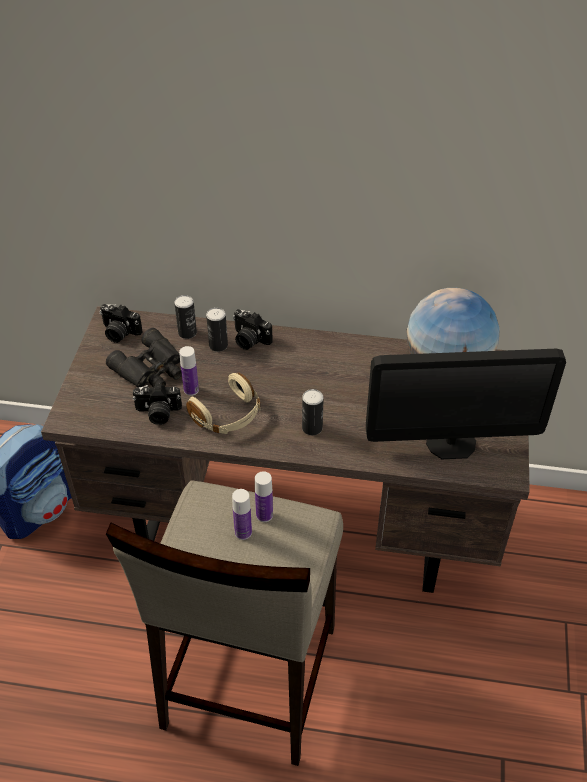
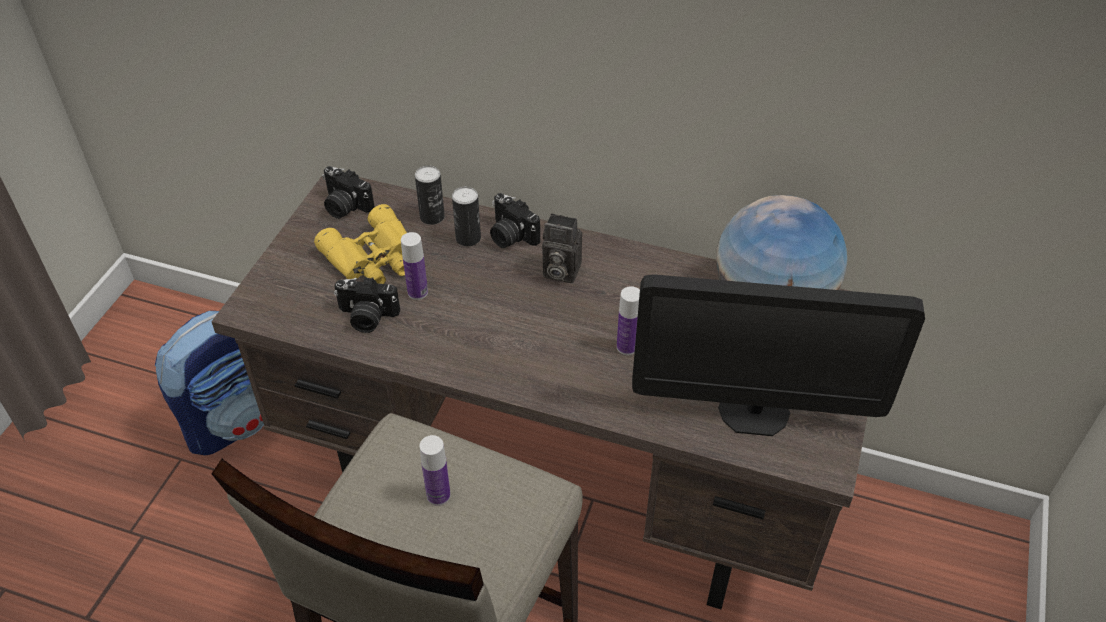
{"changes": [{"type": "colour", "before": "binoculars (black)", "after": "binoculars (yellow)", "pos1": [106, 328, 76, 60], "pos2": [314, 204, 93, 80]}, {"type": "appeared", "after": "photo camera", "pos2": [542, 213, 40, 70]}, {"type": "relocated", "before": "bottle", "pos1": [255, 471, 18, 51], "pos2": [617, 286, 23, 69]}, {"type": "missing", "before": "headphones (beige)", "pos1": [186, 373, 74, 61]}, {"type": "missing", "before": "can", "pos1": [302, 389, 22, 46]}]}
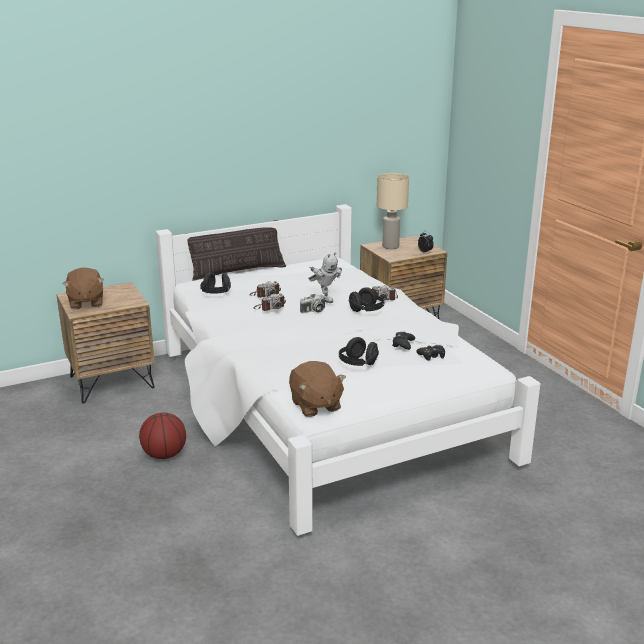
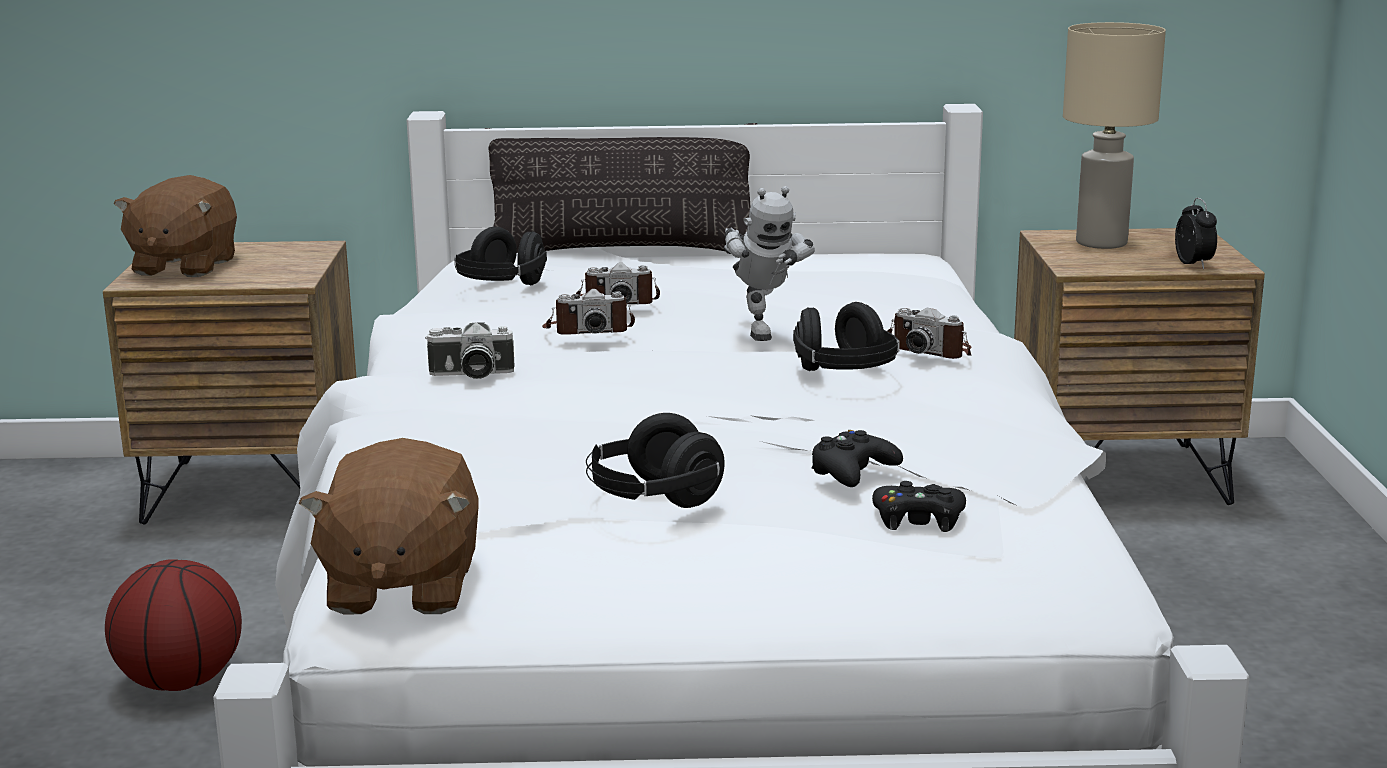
{"changes": [{"type": "relocated", "before": "photo camera", "pos1": [300, 294, 25, 20], "pos2": [425, 322, 90, 57]}]}
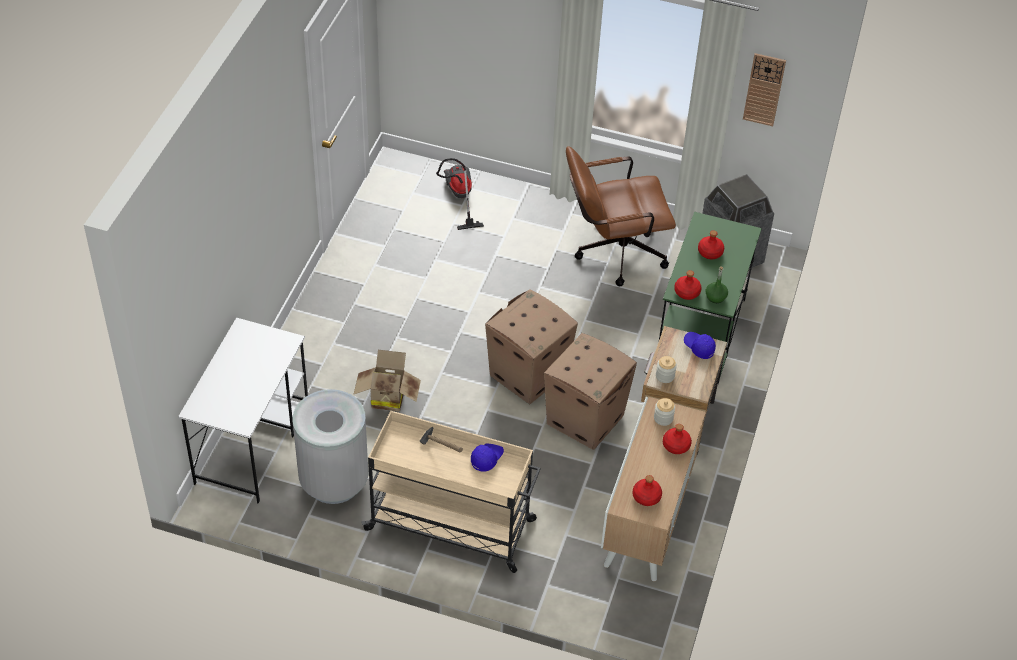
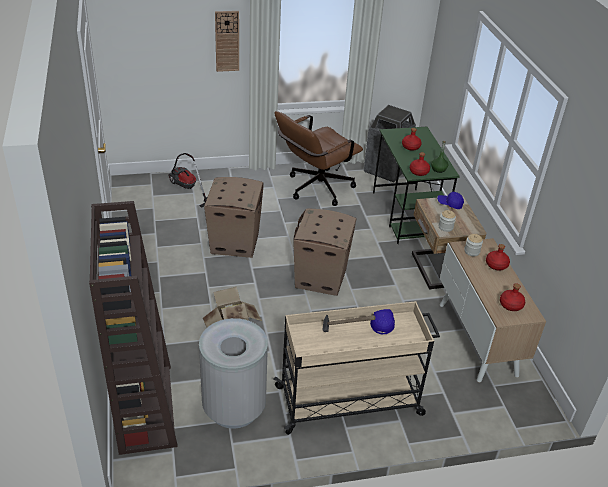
{"changes": [{"type": "exchanged", "before": "desk (white)", "after": "bookcase (brown)", "pos1": [178, 317, 130, 187], "pos2": [89, 201, 89, 254]}, {"type": "relocated", "before": "cardboard box", "pos1": [544, 333, 93, 117], "pos2": [204, 177, 59, 81]}, {"type": "relocated", "before": "wall clock", "pos1": [743, 53, 43, 73], "pos2": [215, 11, 24, 61]}]}
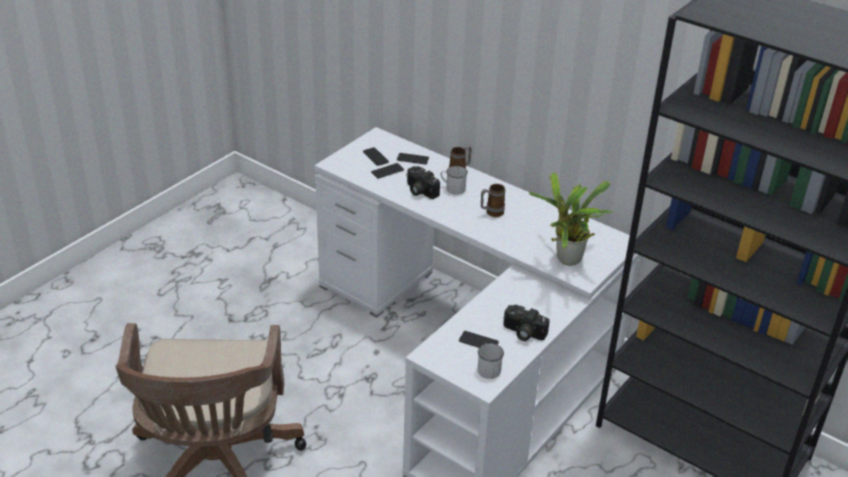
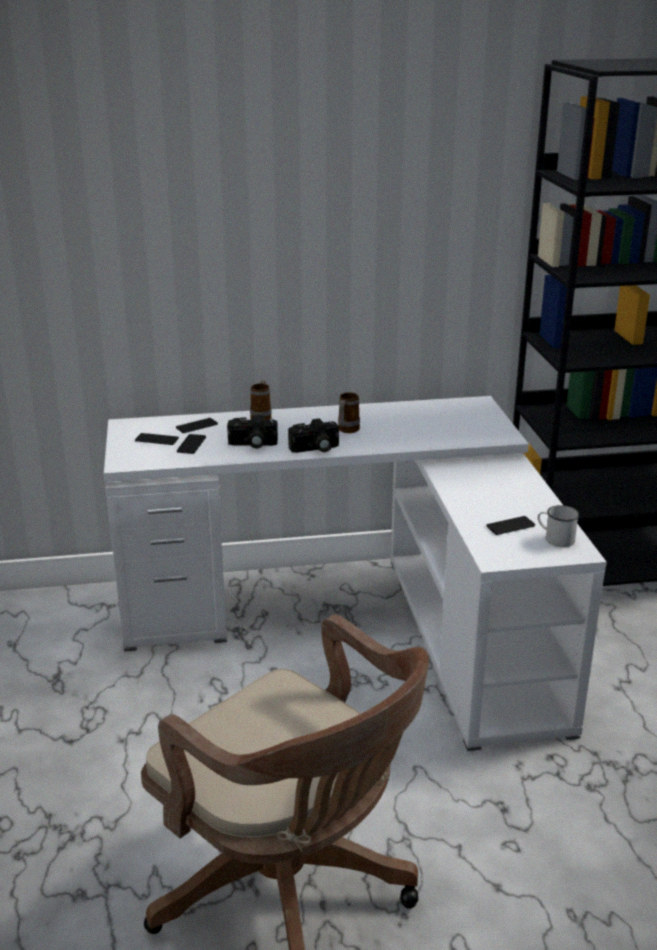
{"changes": [{"type": "relocated", "before": "photo camera", "pos1": [503, 305, 47, 36], "pos2": [288, 418, 51, 35]}, {"type": "missing", "before": "mug (white)", "pos1": [441, 166, 27, 29]}, {"type": "missing", "before": "potted plant", "pos1": [529, 172, 85, 94]}]}
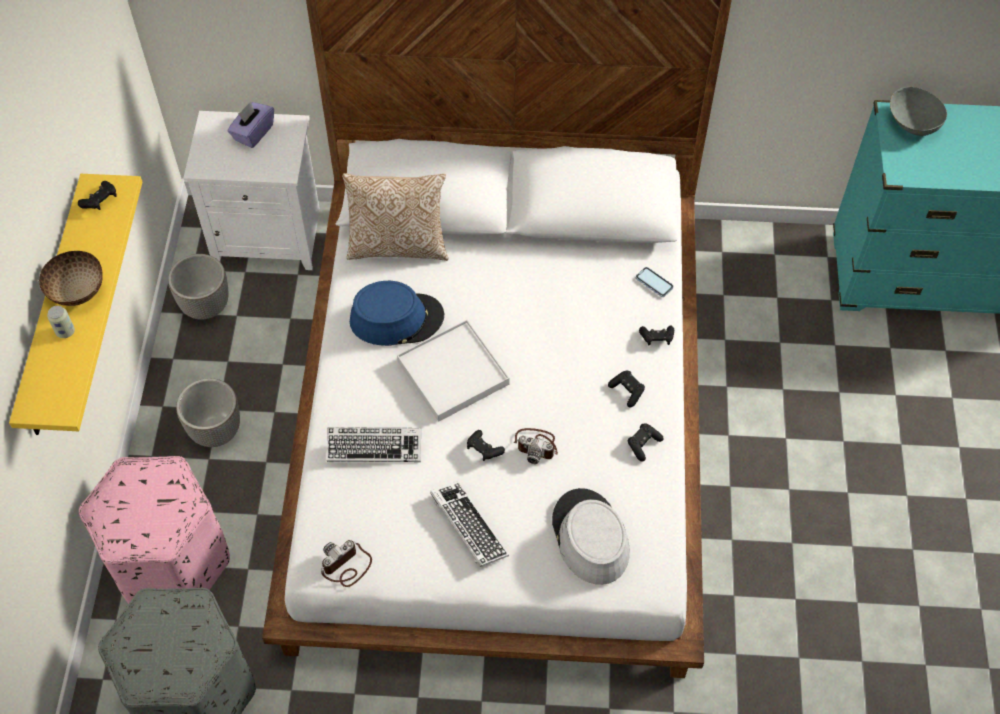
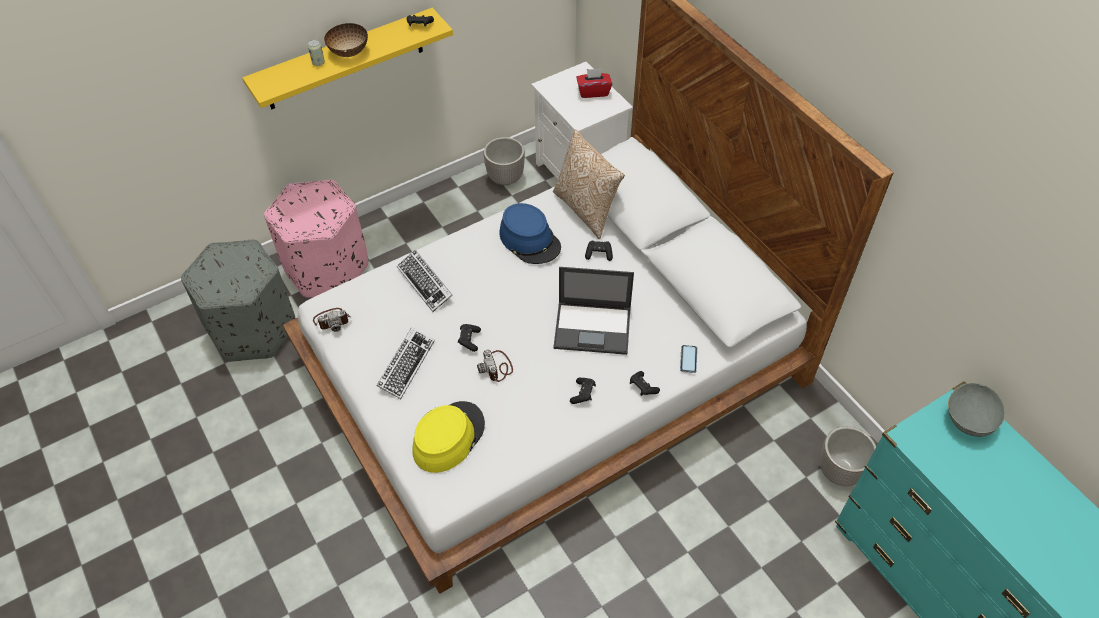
{"changes": [{"type": "spun", "before": "photo camera", "pos1": [321, 540, 51, 47], "pos2": [313, 308, 38, 24], "turn": 150}, {"type": "colour", "before": "hat (grey)", "after": "hat (yellow)", "pos1": [552, 488, 78, 97], "pos2": [412, 401, 73, 72]}, {"type": "appeared", "after": "laptop", "pos2": [553, 267, 81, 88]}, {"type": "colour", "before": "tissue box (purple)", "after": "tissue box (red)", "pos1": [227, 101, 47, 47], "pos2": [576, 69, 36, 29]}, {"type": "relocated", "before": "game controller (black)", "pos1": [627, 424, 36, 38], "pos2": [585, 241, 28, 20]}, {"type": "relocated", "before": "planter", "pos1": [176, 378, 64, 69], "pos2": [820, 426, 56, 60]}, {"type": "missing", "before": "tray (white)", "pos1": [397, 320, 112, 102]}]}
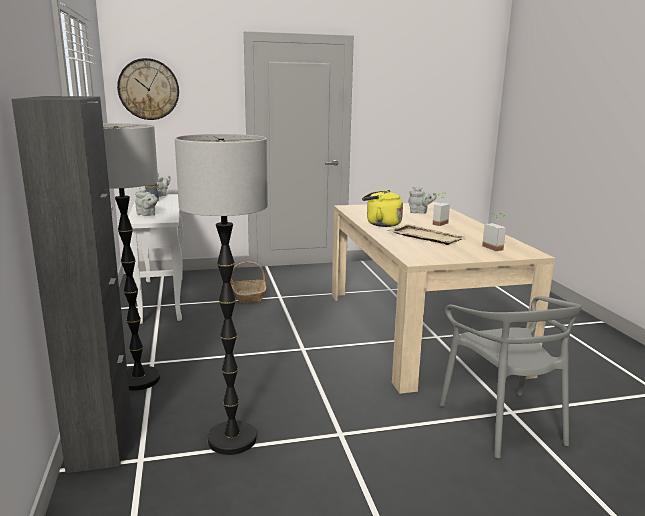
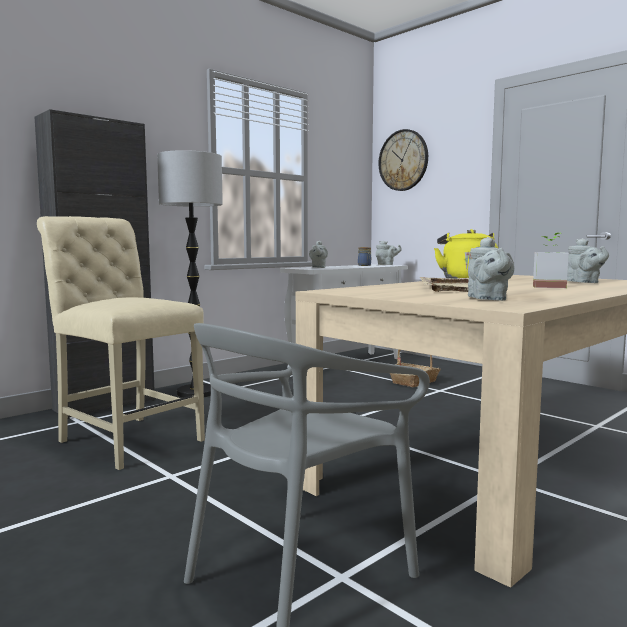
{"changes": [{"type": "exchanged", "before": "floor lamp", "after": "chair (beige)", "pos1": [175, 134, 93, 321], "pos2": [37, 216, 168, 254]}, {"type": "exchanged", "before": "potted plant", "after": "teapot (grey)", "pos1": [482, 213, 26, 38], "pos2": [468, 237, 46, 64]}]}
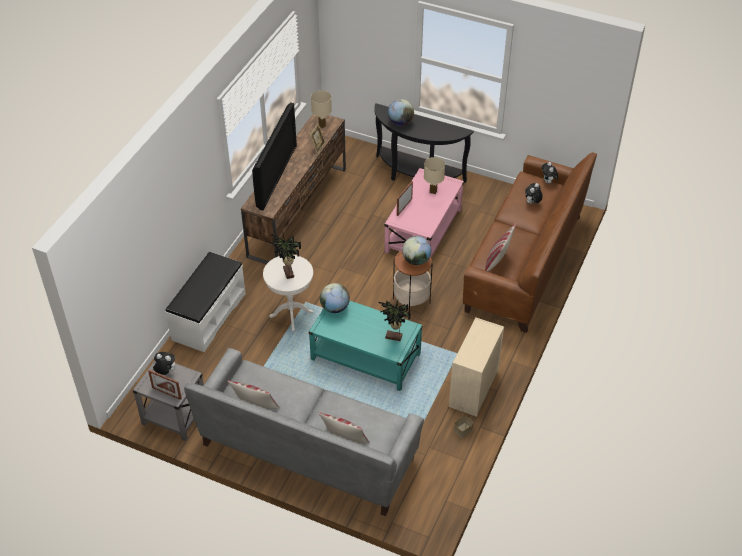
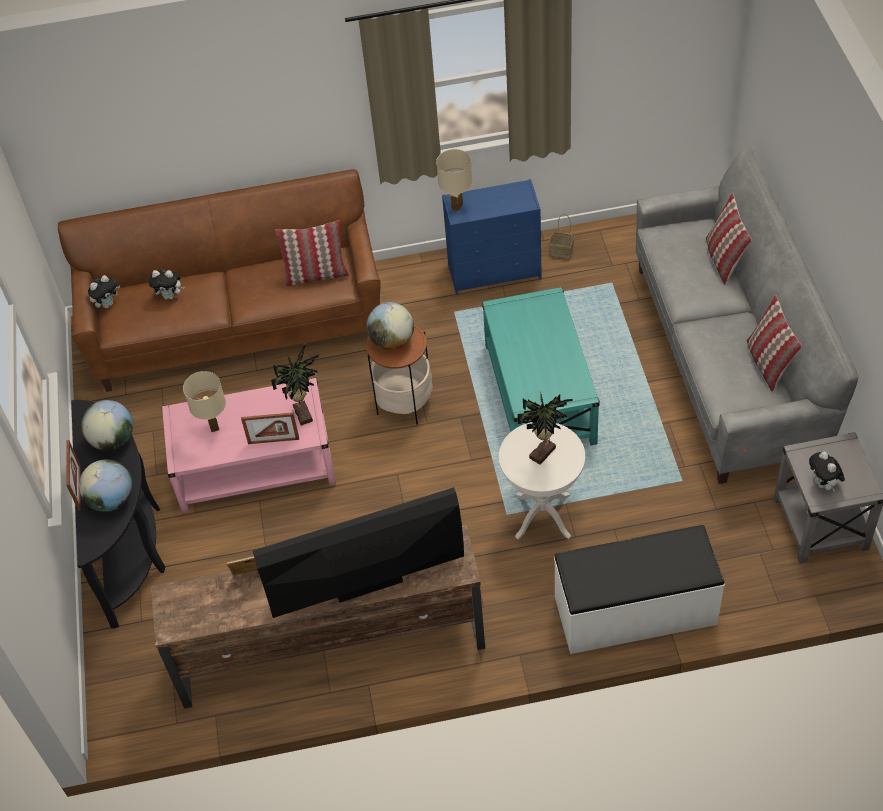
{"changes": [{"type": "relocated", "before": "picture frame", "pos1": [148, 370, 34, 30], "pos2": [66, 440, 15, 70]}, {"type": "relocated", "before": "globe", "pos1": [320, 283, 30, 30], "pos2": [81, 400, 52, 51]}, {"type": "relocated", "before": "potted plant", "pos1": [378, 300, 32, 41], "pos2": [271, 345, 48, 80]}, {"type": "relocated", "before": "table lamp (beige)", "pos1": [311, 90, 21, 38], "pos2": [436, 149, 36, 62]}, {"type": "colour", "before": "dresser (beige)", "after": "dresser (blue)", "pos1": [449, 317, 55, 100], "pos2": [442, 179, 100, 116]}]}
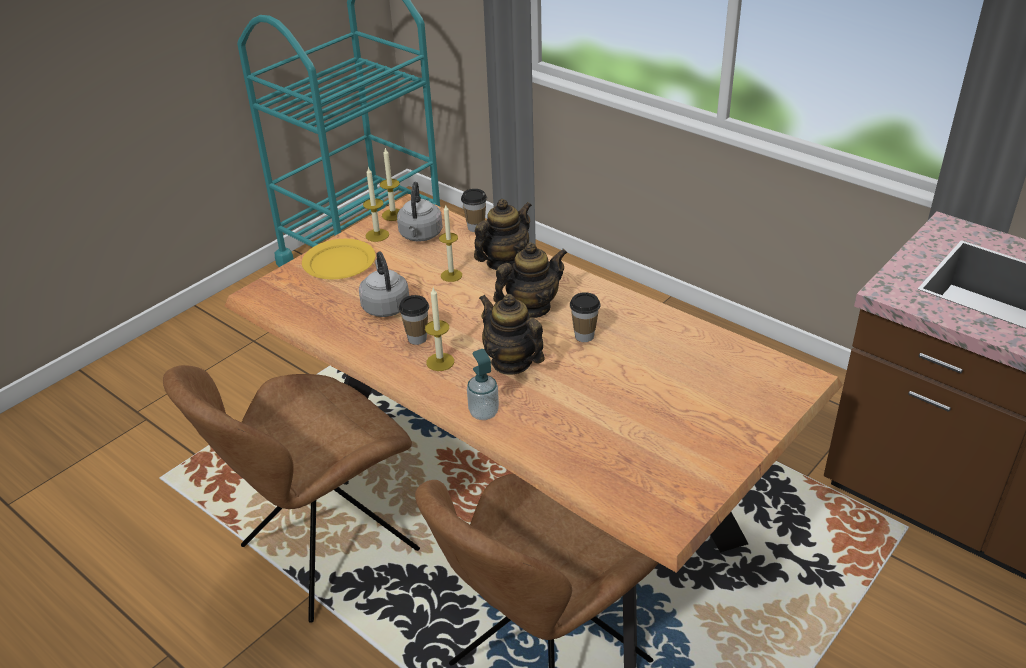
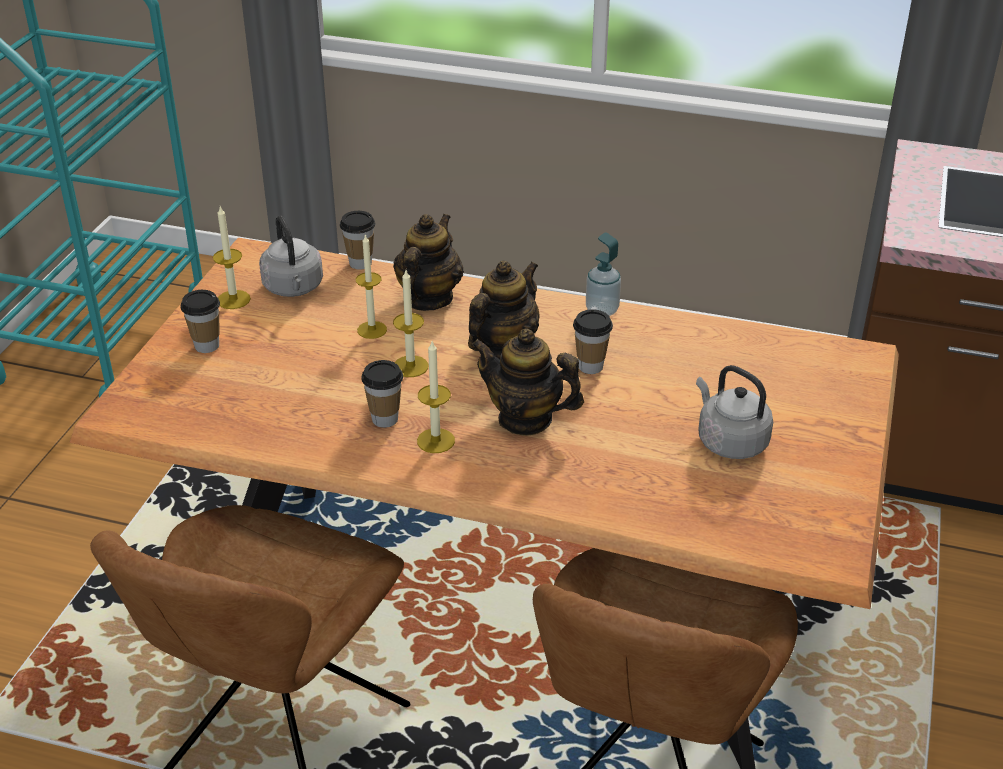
{"changes": [{"type": "exchanged", "before": "plate (yellow)", "after": "cup", "pos1": [302, 239, 74, 40], "pos2": [181, 290, 39, 63]}, {"type": "relocated", "before": "candle", "pos1": [380, 148, 20, 73], "pos2": [393, 270, 36, 107]}, {"type": "relocated", "before": "soap dispenser", "pos1": [467, 349, 32, 71], "pos2": [586, 232, 35, 84]}, {"type": "relocated", "before": "kettle (grey)", "pos1": [359, 251, 50, 66], "pos2": [696, 365, 77, 94]}]}
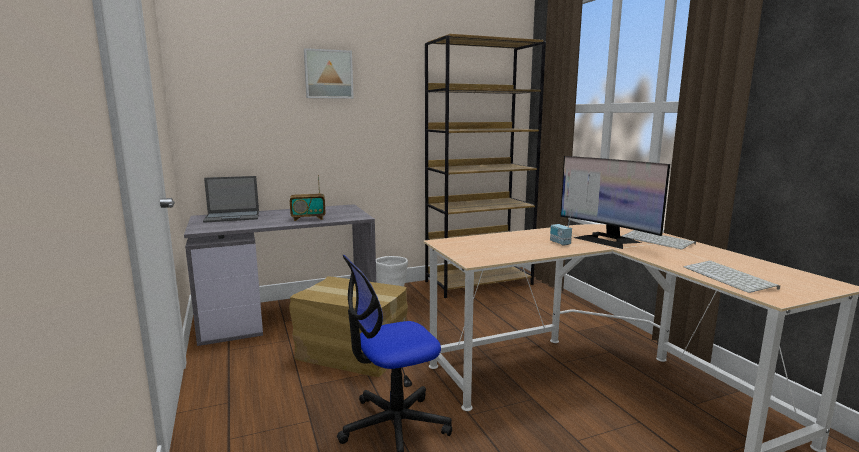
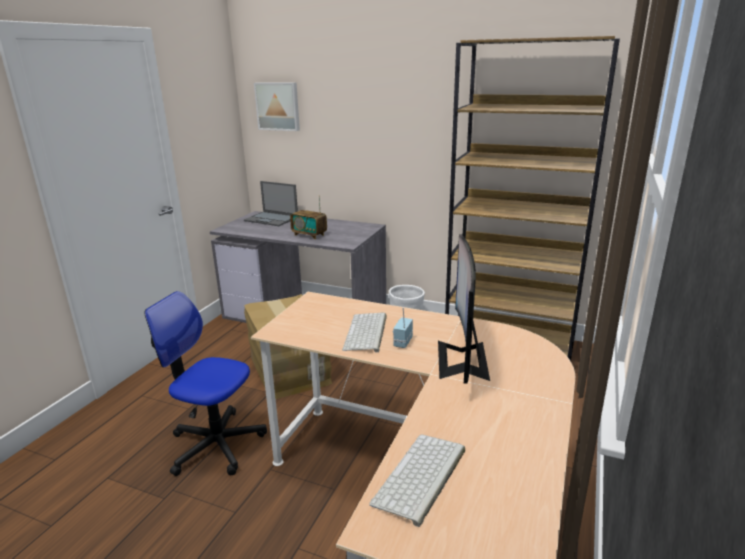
{"changes": [{"type": "relocated", "before": "picture", "pos1": [304, 48, 50, 51], "pos2": [254, 82, 46, 49]}, {"type": "relocated", "before": "keyboard", "pos1": [622, 230, 74, 19], "pos2": [342, 313, 45, 40]}]}
